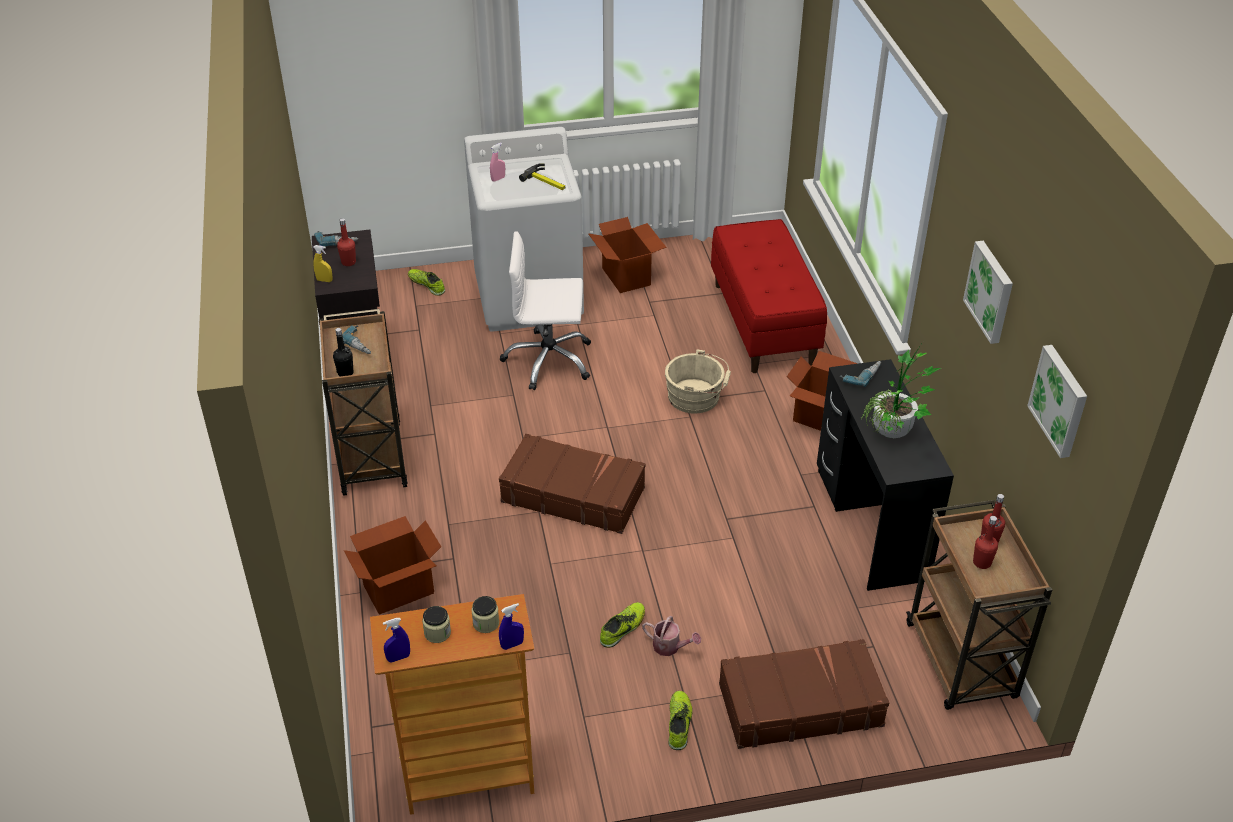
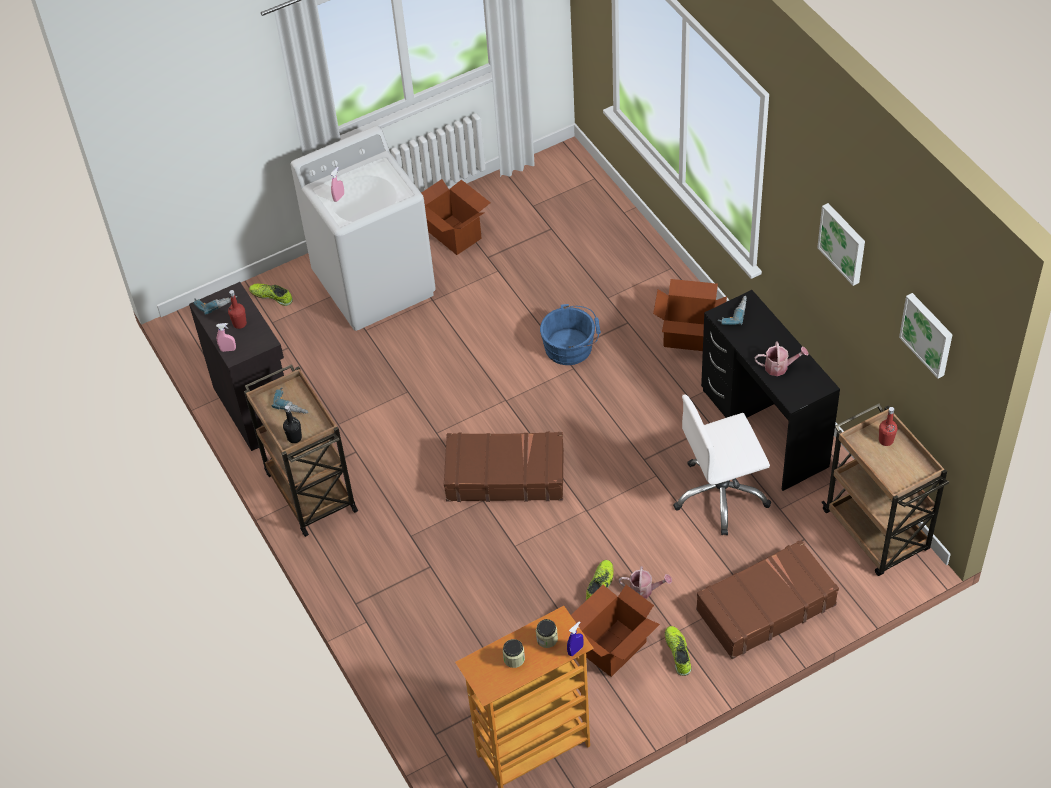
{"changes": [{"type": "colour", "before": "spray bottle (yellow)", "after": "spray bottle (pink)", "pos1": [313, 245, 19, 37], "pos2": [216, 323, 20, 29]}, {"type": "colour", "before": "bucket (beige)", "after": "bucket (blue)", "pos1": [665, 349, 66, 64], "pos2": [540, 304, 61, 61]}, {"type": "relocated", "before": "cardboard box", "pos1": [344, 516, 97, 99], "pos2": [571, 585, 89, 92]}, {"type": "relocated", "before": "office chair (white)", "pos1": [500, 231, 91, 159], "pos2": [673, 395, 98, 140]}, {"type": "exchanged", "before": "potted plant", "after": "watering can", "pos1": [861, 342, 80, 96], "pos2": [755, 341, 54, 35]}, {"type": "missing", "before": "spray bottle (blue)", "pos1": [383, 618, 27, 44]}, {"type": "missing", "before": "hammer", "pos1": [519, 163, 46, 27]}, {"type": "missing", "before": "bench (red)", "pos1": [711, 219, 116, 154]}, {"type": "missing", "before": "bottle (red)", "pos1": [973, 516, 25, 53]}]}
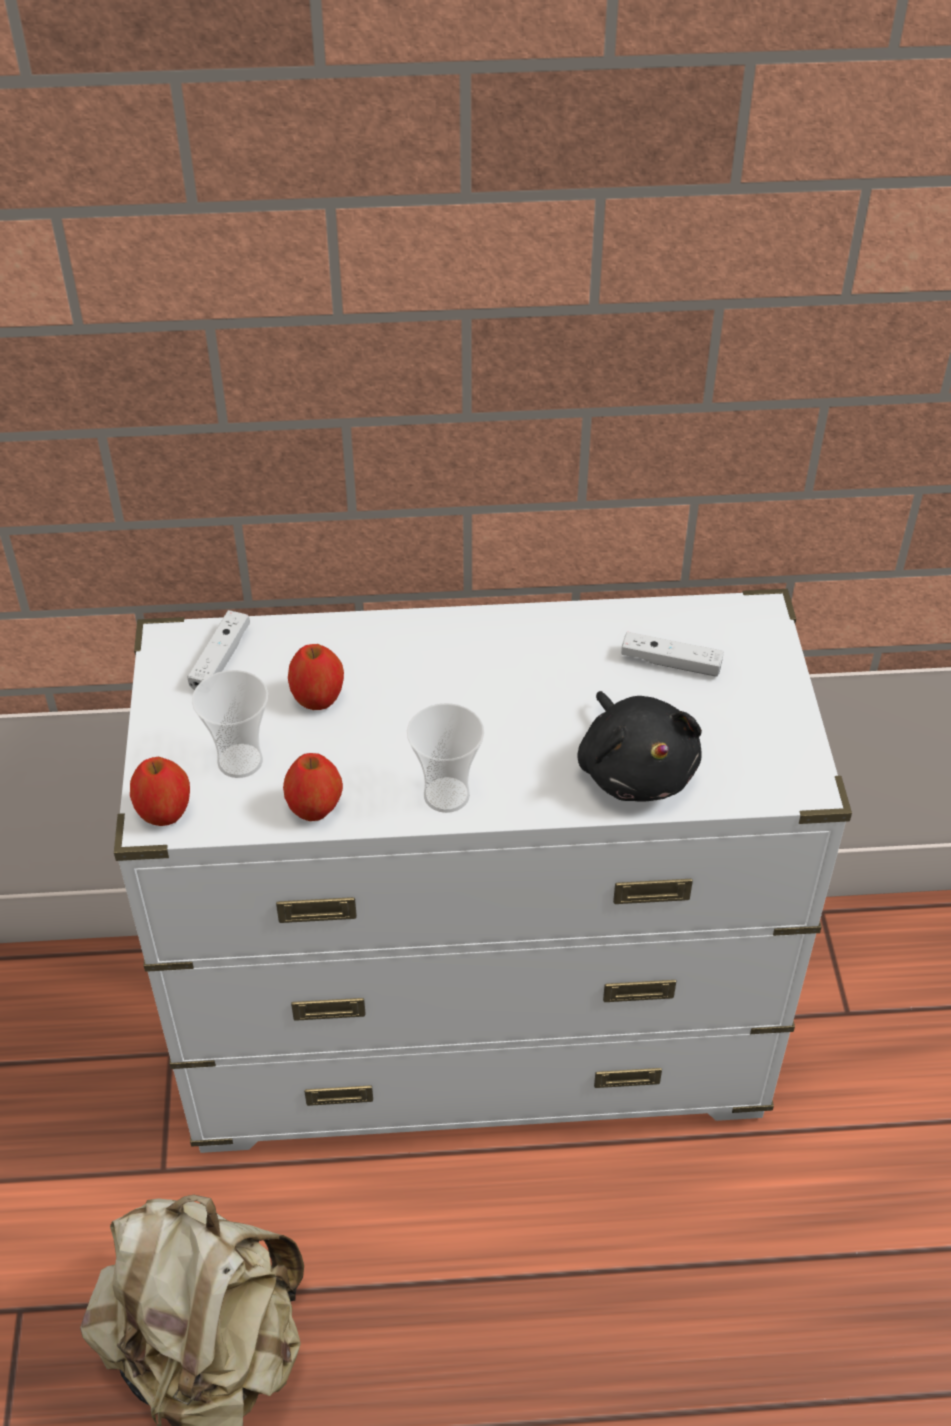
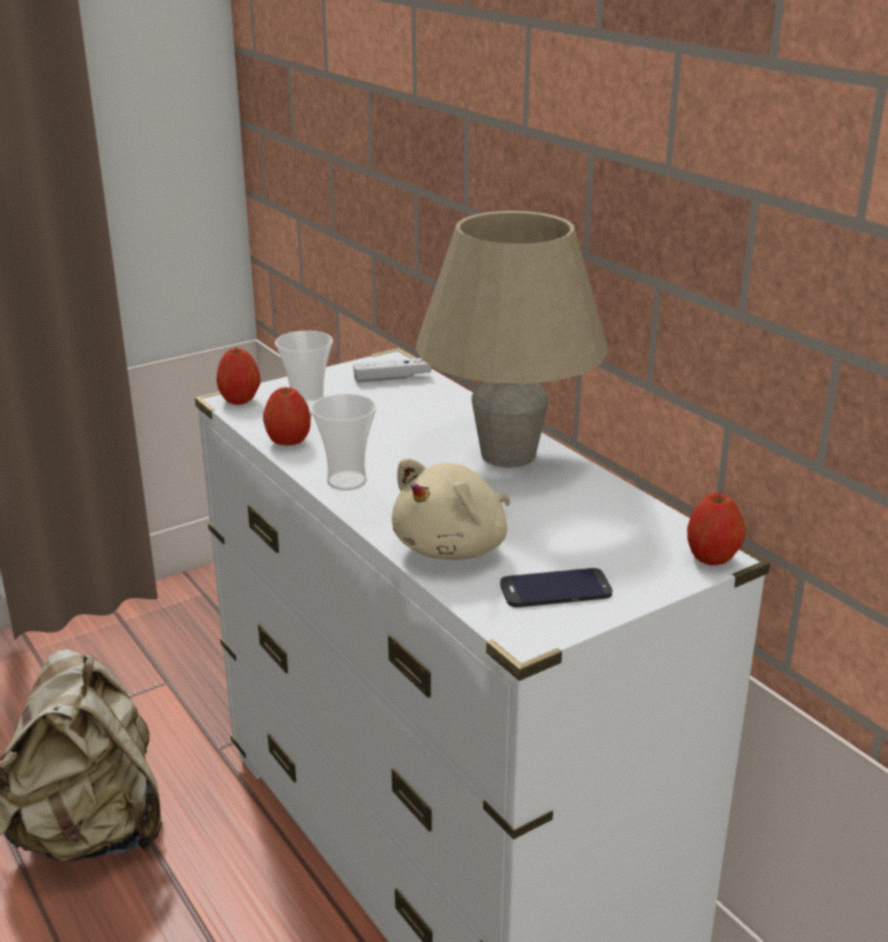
{"changes": [{"type": "colour", "before": "plush toy (black)", "after": "plush toy (beige)", "pos1": [577, 691, 125, 111], "pos2": [392, 458, 118, 102]}, {"type": "appeared", "after": "table lamp (beige)", "pos2": [416, 211, 192, 257]}, {"type": "appeared", "after": "phone", "pos2": [500, 568, 112, 39]}, {"type": "relocated", "before": "apple", "pos1": [288, 644, 56, 66], "pos2": [687, 493, 58, 72]}, {"type": "missing", "before": "game controller (white)", "pos1": [621, 632, 103, 45]}]}
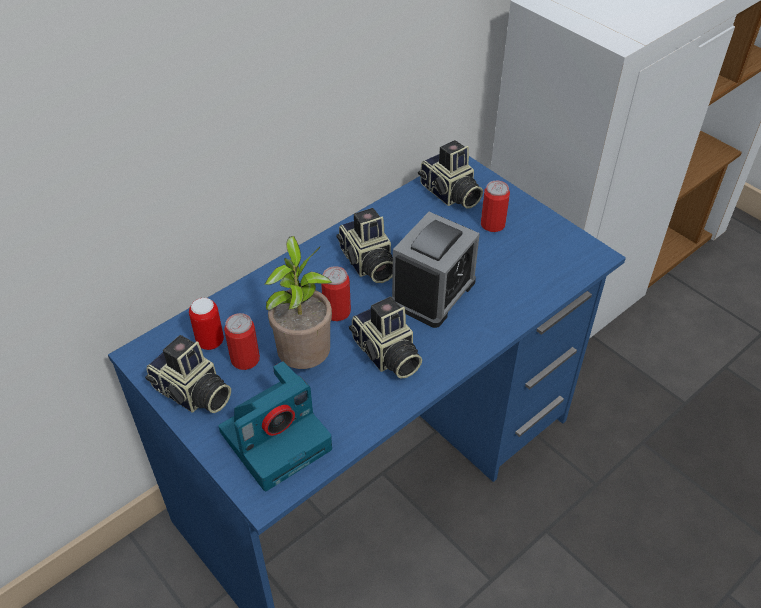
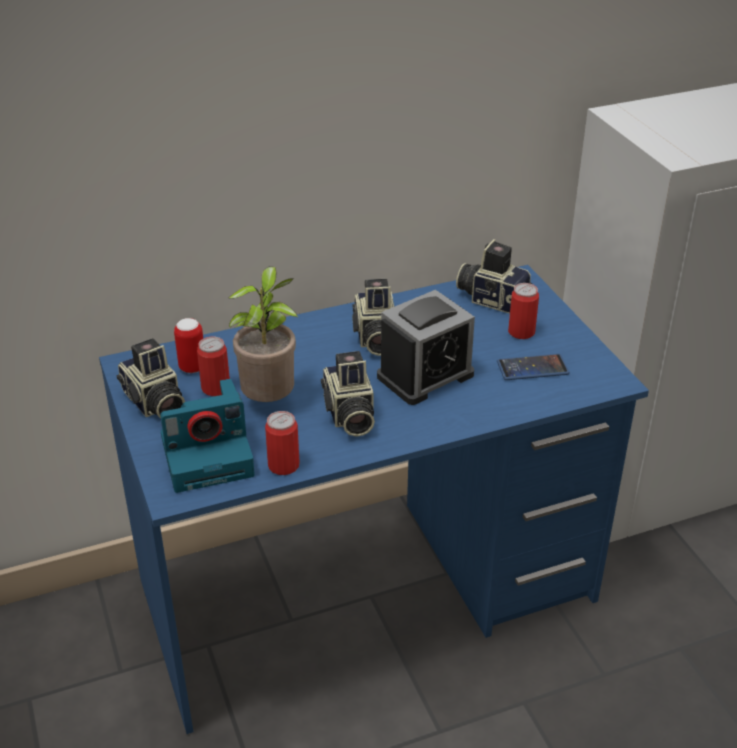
{"changes": [{"type": "relocated", "before": "can", "pos1": [321, 266, 30, 55], "pos2": [265, 411, 35, 64]}, {"type": "spun", "before": "photo camera", "pos1": [418, 140, 65, 68], "pos2": [456, 239, 76, 75], "turn": 135}, {"type": "appeared", "after": "phone", "pos2": [497, 354, 73, 26]}]}
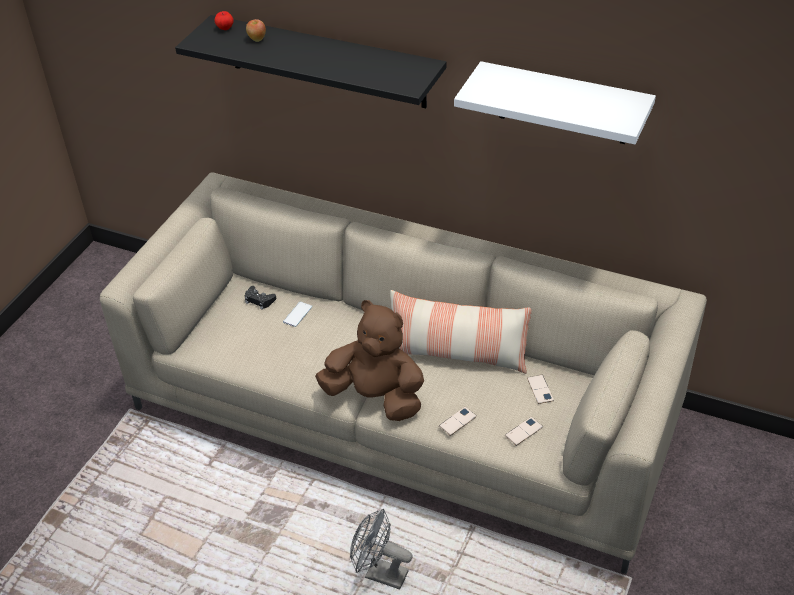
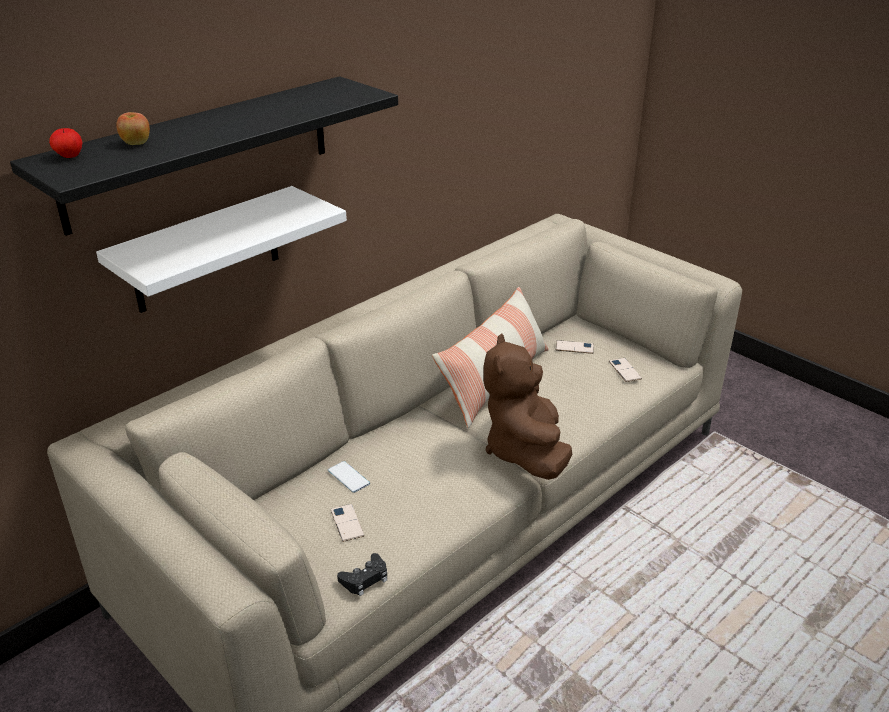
{"changes": [{"type": "relocated", "before": "shelf (white)", "pos1": [454, 61, 202, 83], "pos2": [96, 186, 251, 127]}, {"type": "relocated", "before": "phone", "pos1": [439, 407, 38, 29], "pos2": [331, 504, 33, 38]}, {"type": "relocated", "before": "game controller (black)", "pos1": [245, 286, 31, 24], "pos2": [337, 553, 50, 43]}, {"type": "spun", "before": "plush toy (brown)", "pos1": [315, 300, 109, 121], "pos2": [483, 334, 90, 146], "turn": -45}, {"type": "missing", "before": "fan (grey)", "pos1": [350, 509, 63, 81]}]}
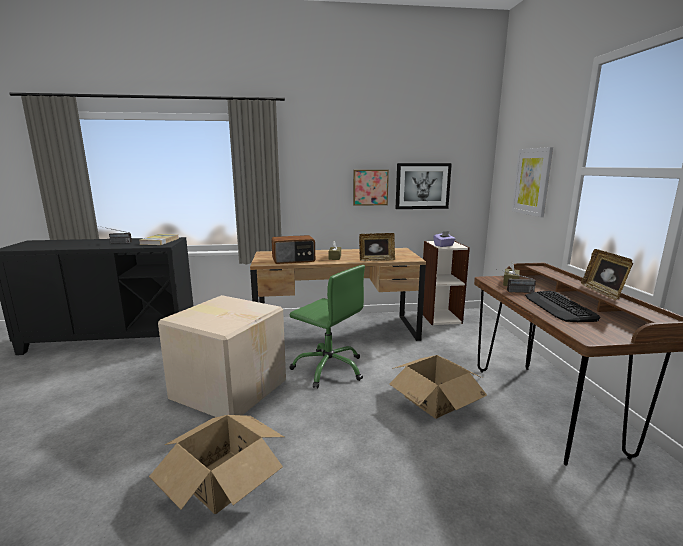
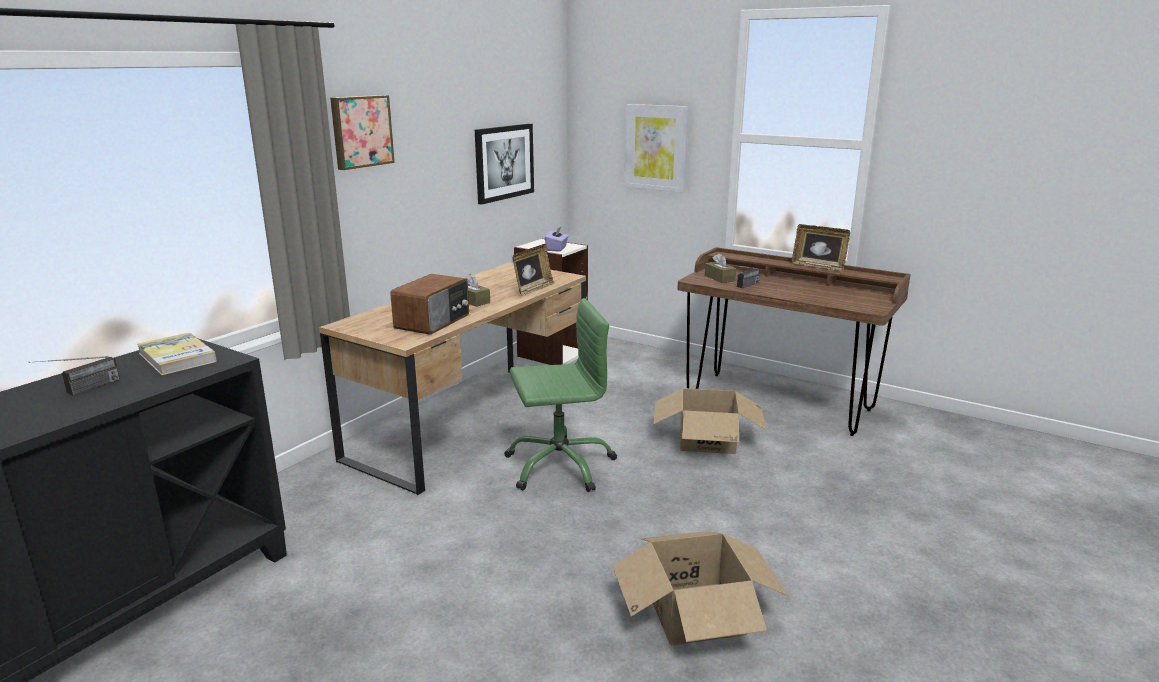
{"changes": [{"type": "relocated", "before": "picture", "pos1": [353, 170, 36, 36], "pos2": [330, 95, 65, 75]}, {"type": "missing", "before": "cardboard box", "pos1": [158, 295, 128, 122]}, {"type": "missing", "before": "keyboard", "pos1": [525, 291, 75, 31]}]}
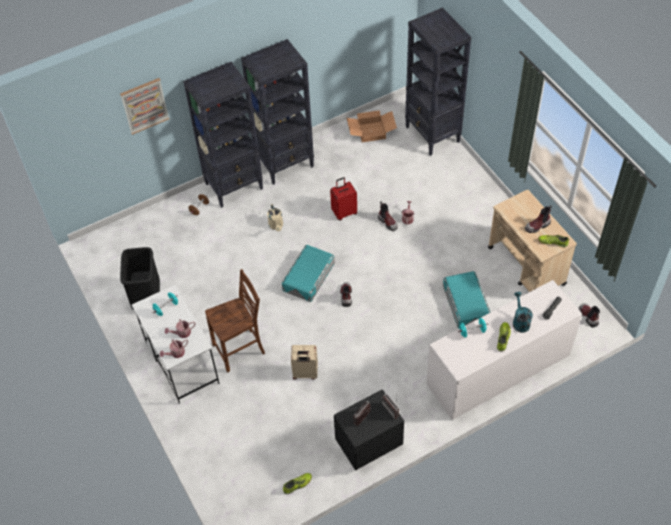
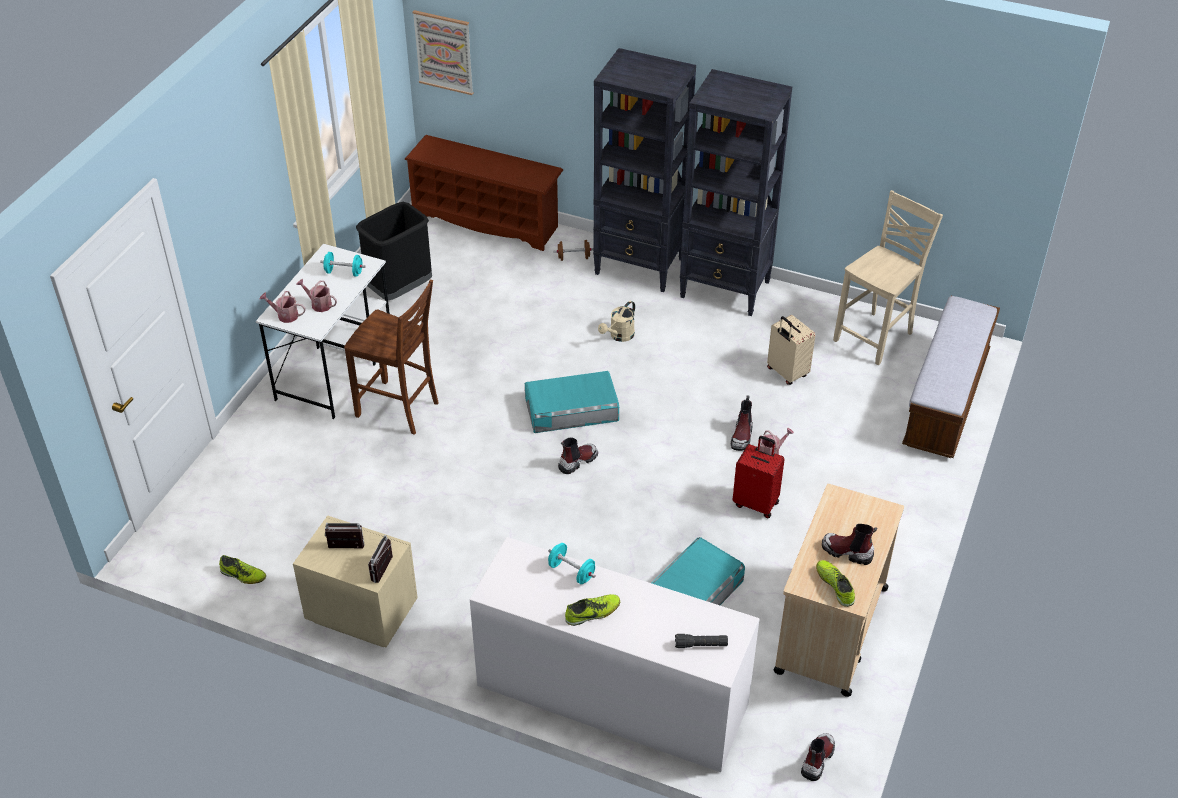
{"changes": [{"type": "colour", "before": "nightstand (black)", "after": "nightstand (beige)", "pos1": [334, 389, 70, 82], "pos2": [293, 515, 125, 132]}, {"type": "appeared", "after": "shoe rack (brown)", "pos2": [404, 135, 159, 116]}, {"type": "relocated", "before": "picture", "pos1": [120, 78, 49, 57], "pos2": [412, 10, 61, 85]}, {"type": "relocated", "before": "suitcase (red)", "pos1": [330, 177, 27, 43], "pos2": [733, 436, 52, 83]}, {"type": "relocated", "before": "suitcase (beige)", "pos1": [291, 345, 27, 35], "pos2": [767, 315, 48, 70]}, {"type": "exchanged", "before": "cardboard box", "after": "chair (beige)", "pos1": [347, 110, 50, 32], "pos2": [833, 190, 110, 176]}, {"type": "exchanged", "before": "bookcase (black)", "after": "bench", "pos1": [405, 7, 66, 149], "pos2": [902, 296, 98, 162]}, {"type": "missing", "before": "watering can (turquoise)", "pos1": [513, 292, 20, 41]}]}
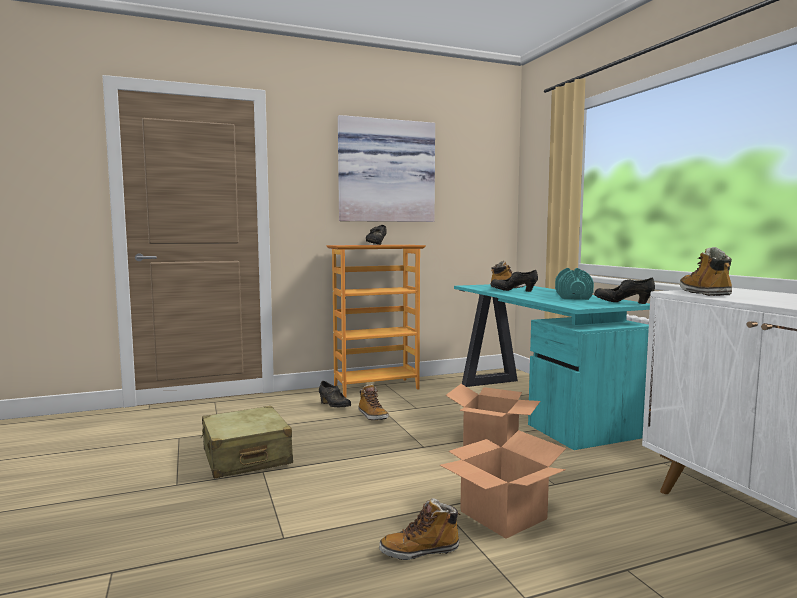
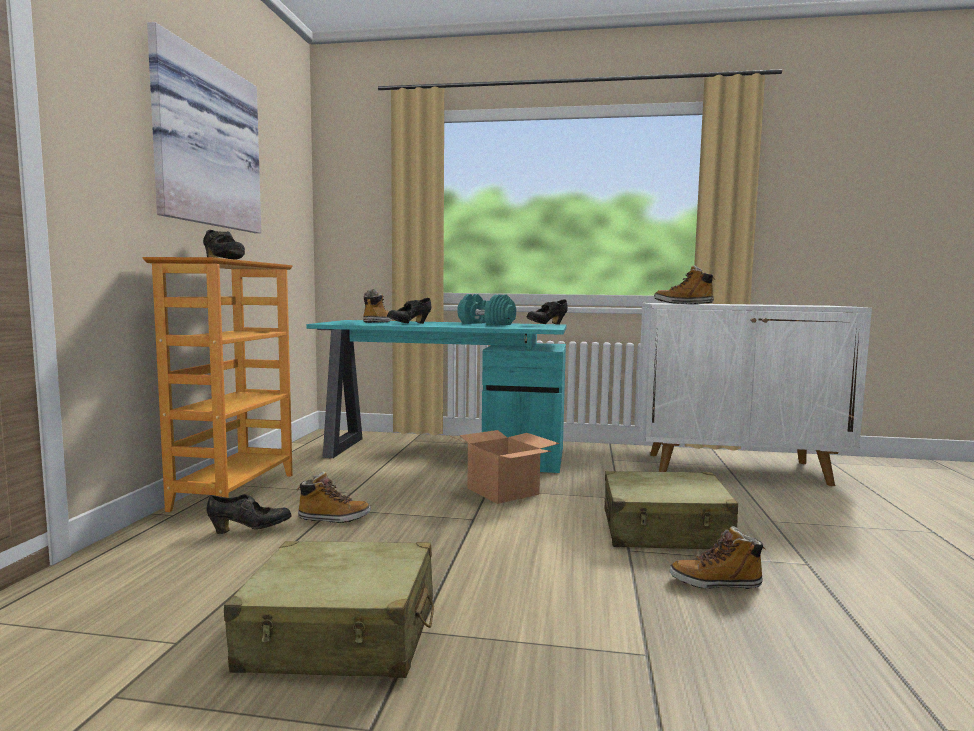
{"changes": [{"type": "exchanged", "before": "cardboard box", "after": "suitcase (beige)", "pos1": [440, 430, 126, 109], "pos2": [604, 471, 134, 78]}, {"type": "spun", "before": "boot", "pos1": [379, 498, 81, 62], "pos2": [670, 526, 95, 63], "turn": 75}]}
